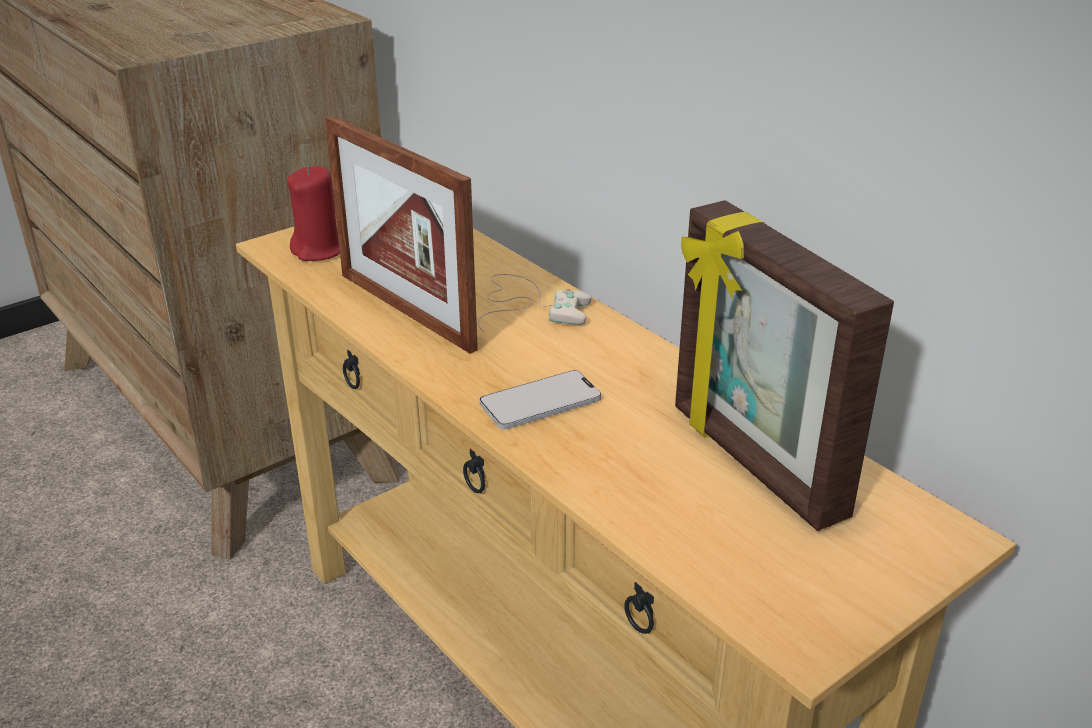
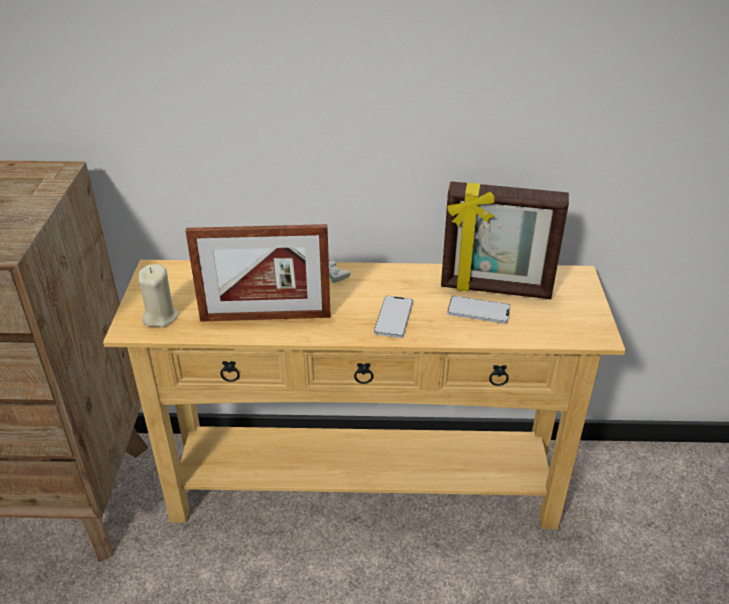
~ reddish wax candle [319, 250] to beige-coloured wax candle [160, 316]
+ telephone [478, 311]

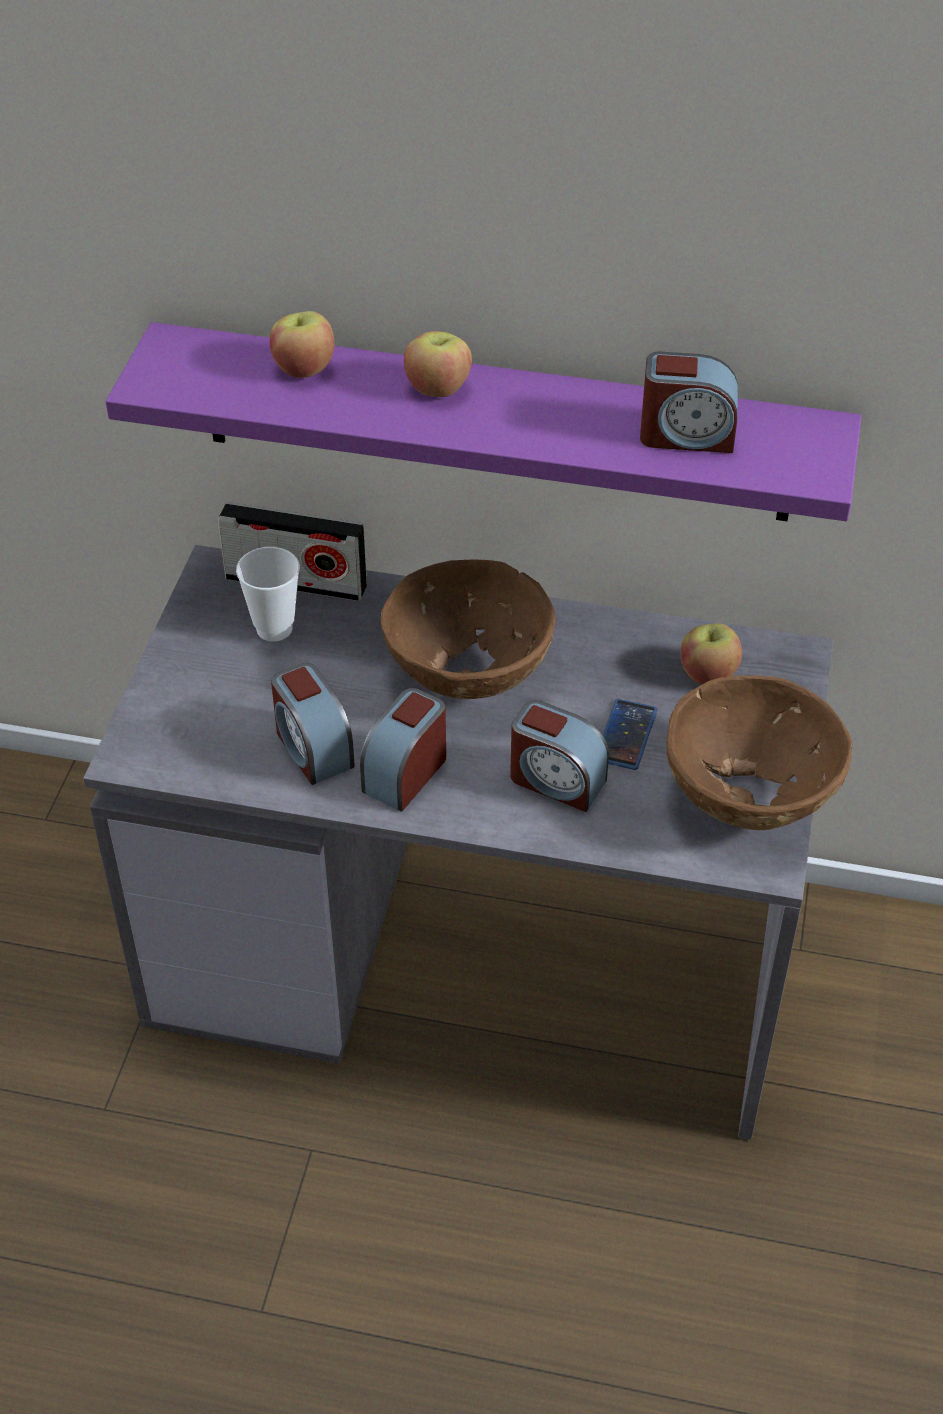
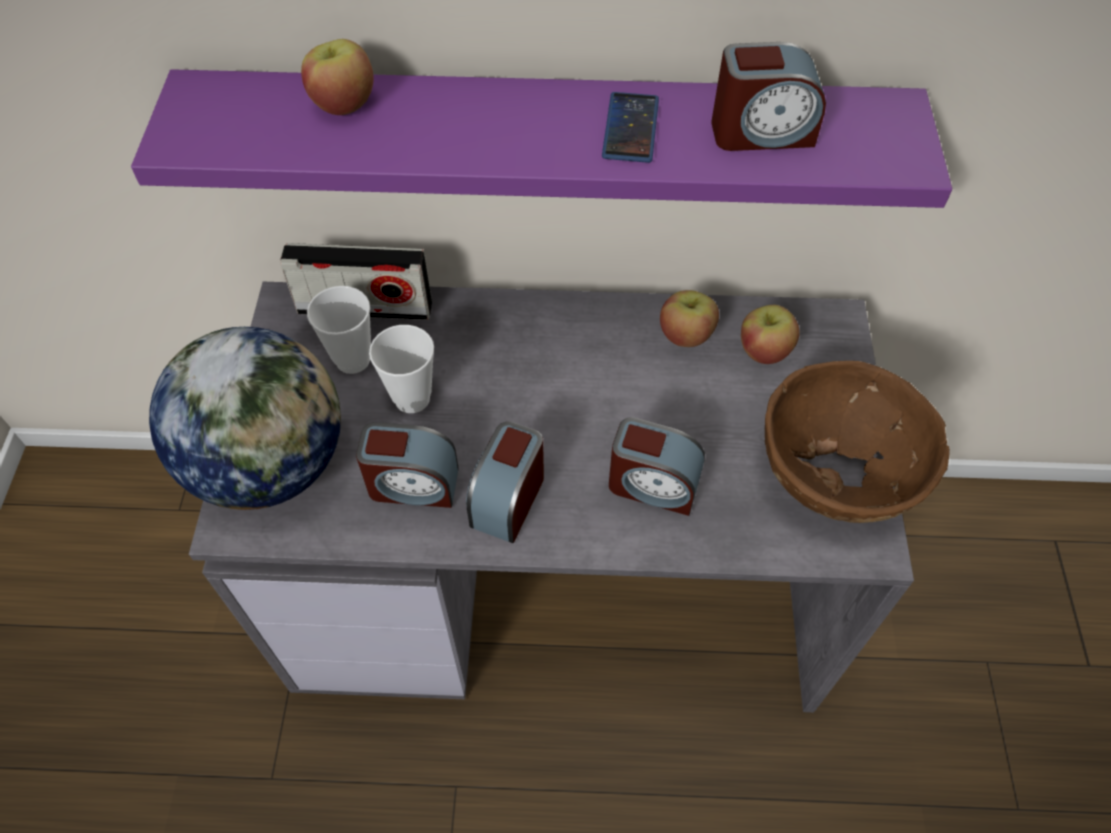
+ world globe [270, 464]
~ alarm clock [312, 747] = [412, 484] 45 degrees counterclockwise
+ cup [412, 398]
~ telephone [626, 735] to [630, 128]
~ whole apple [438, 388] to [686, 334]
- brownish deep dish [468, 674]

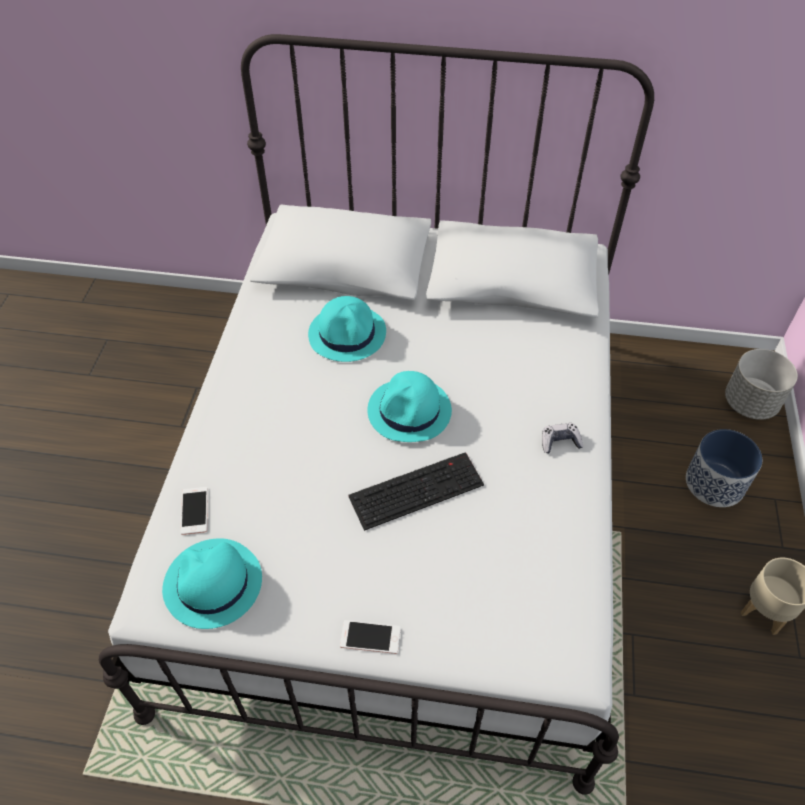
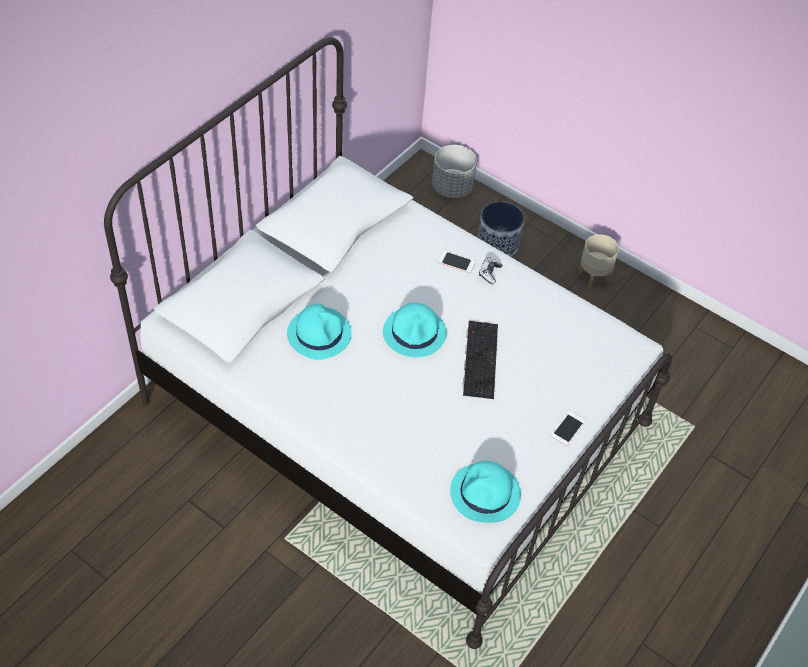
~ telephone [194, 511] to [457, 262]

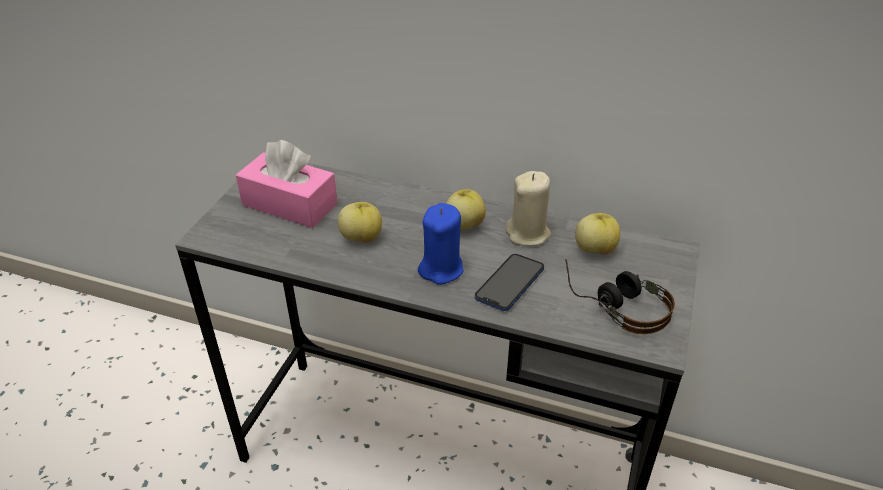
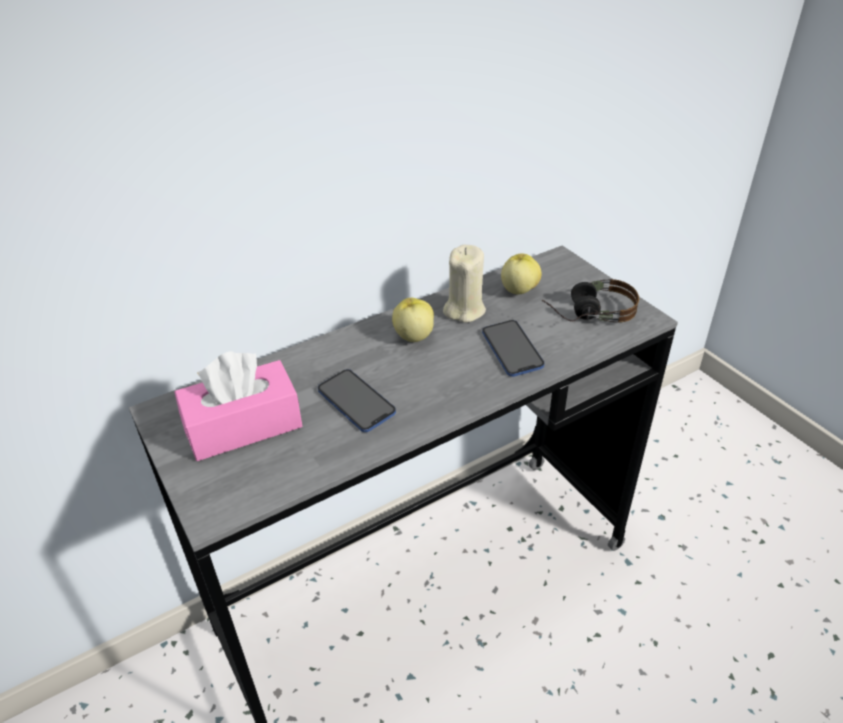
~ whole apple [361, 237] to telephone [356, 402]
- bluish wax candle [441, 269]

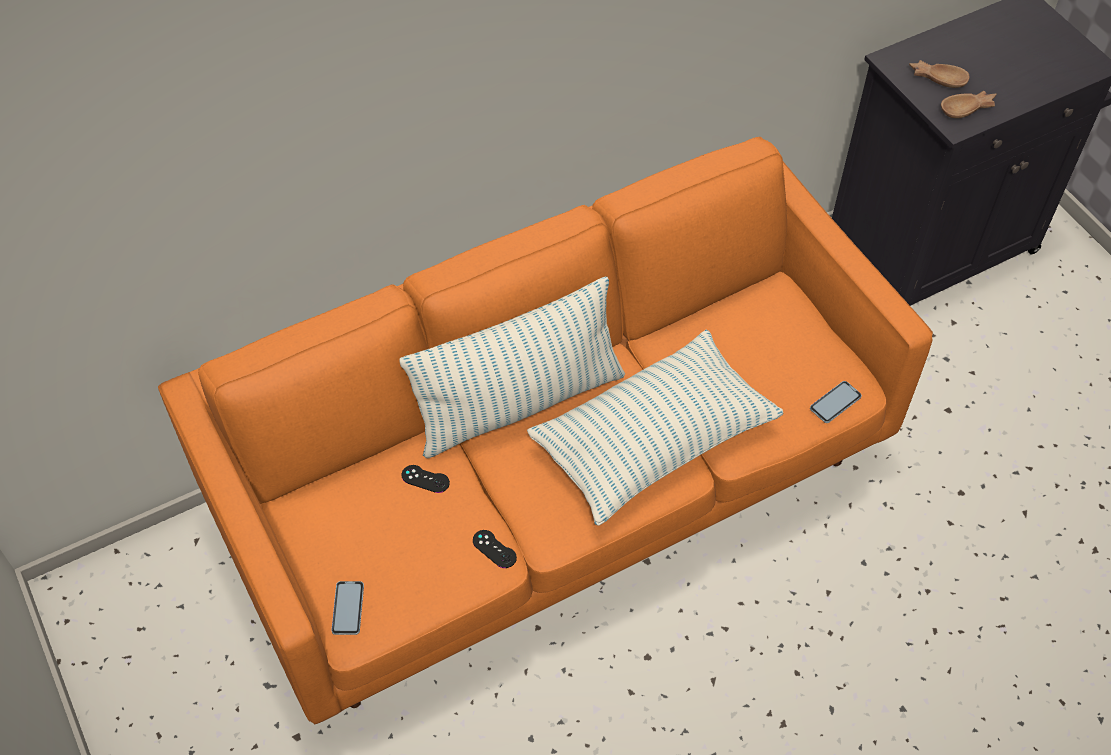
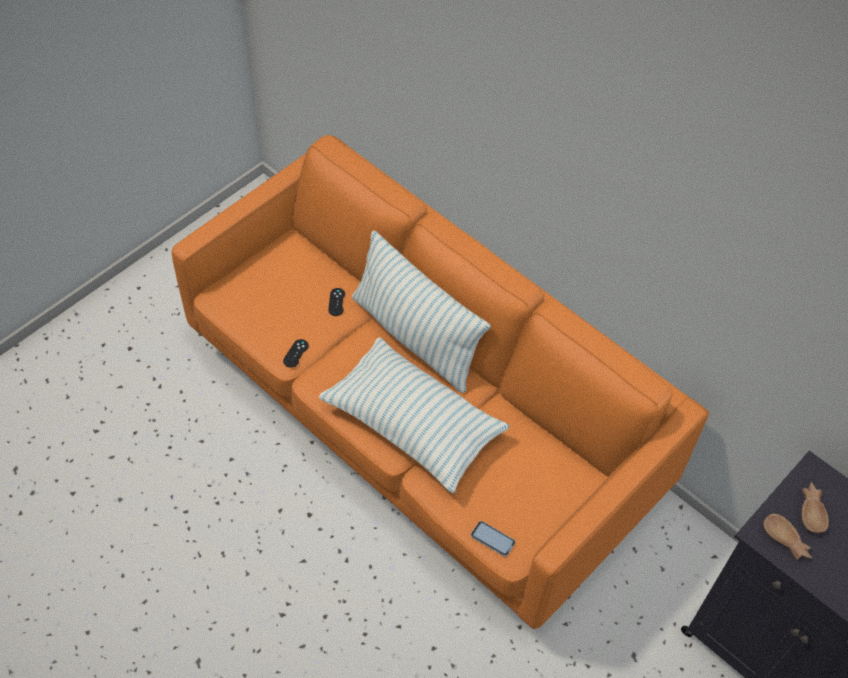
- telephone [348, 608]

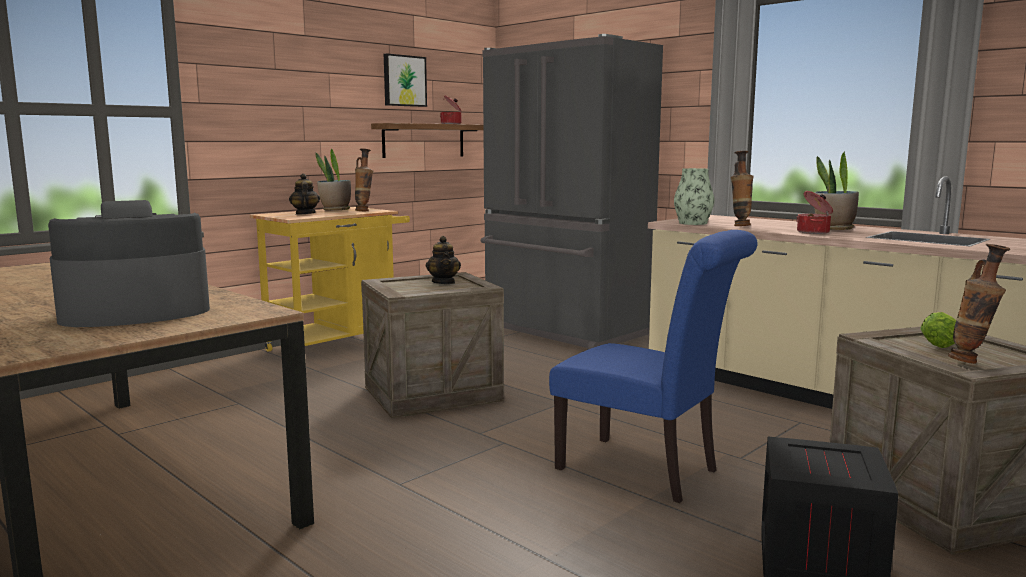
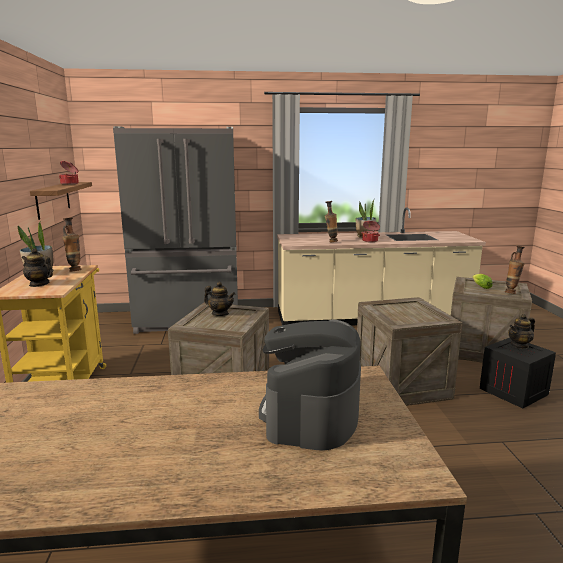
~ bluish plain chair [646, 471] to packing crate [402, 384]
+ teapot [519, 345]
- wall art [404, 81]
- decorative vase [692, 223]

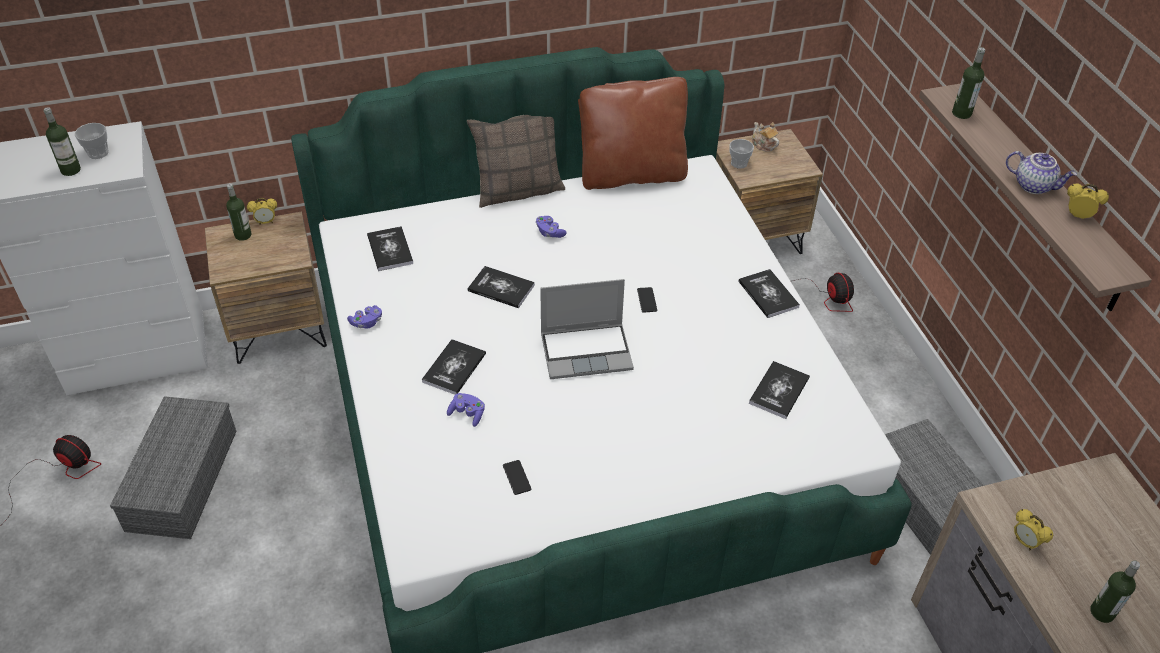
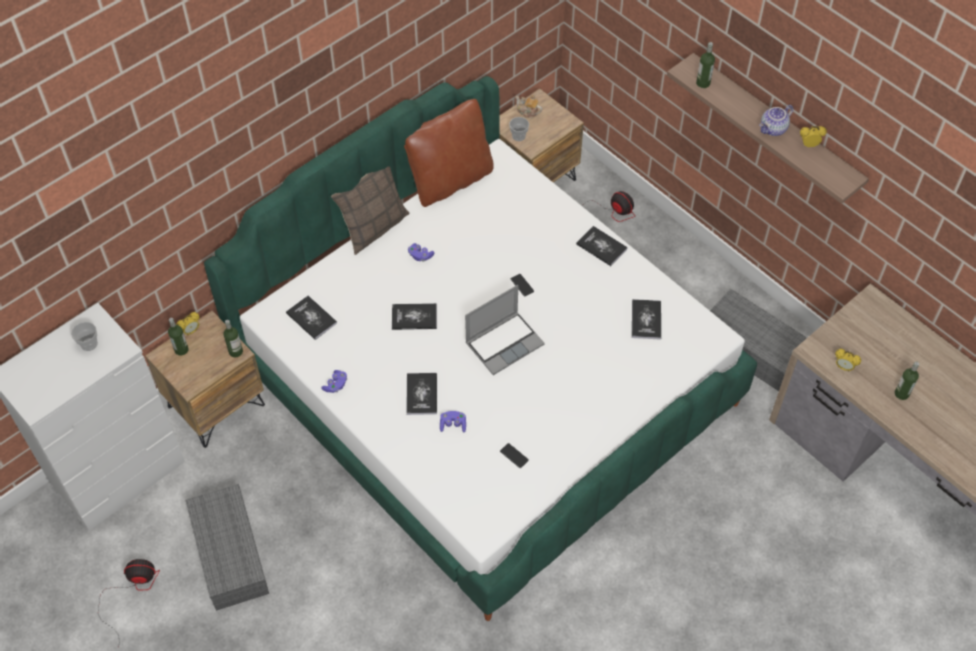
~ drink bottle [70, 170] to [235, 351]
~ teapot [1034, 185] = [773, 129] 135 degrees clockwise

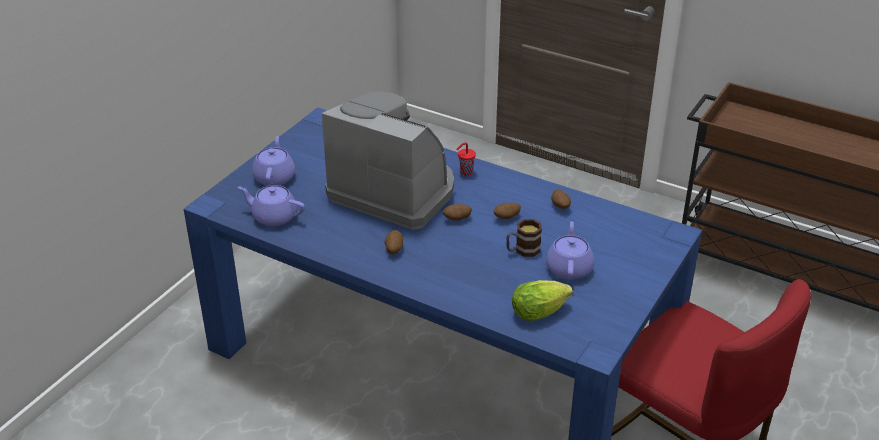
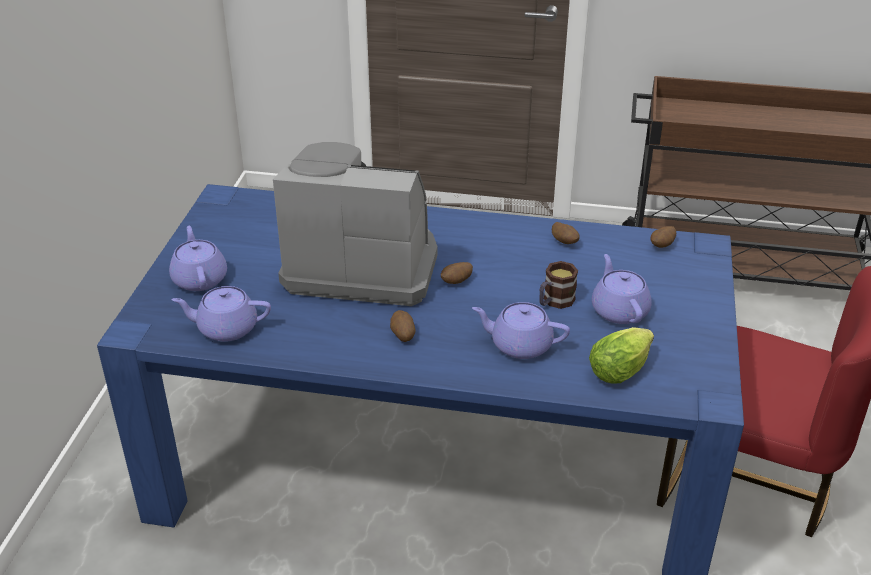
+ purple-coloured teapot [520, 345]
~ potato [507, 218] to [662, 246]
- reddish cup [465, 173]

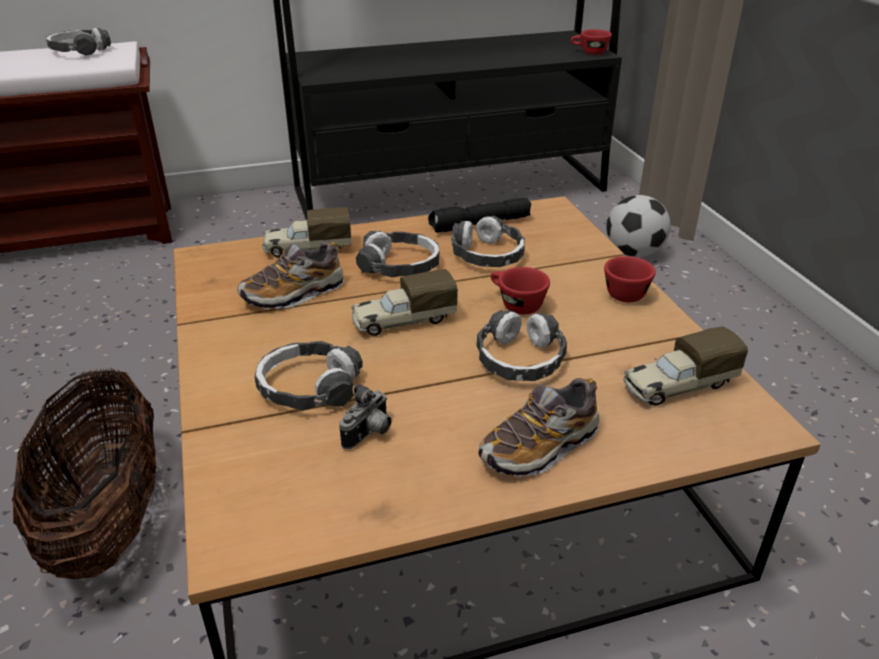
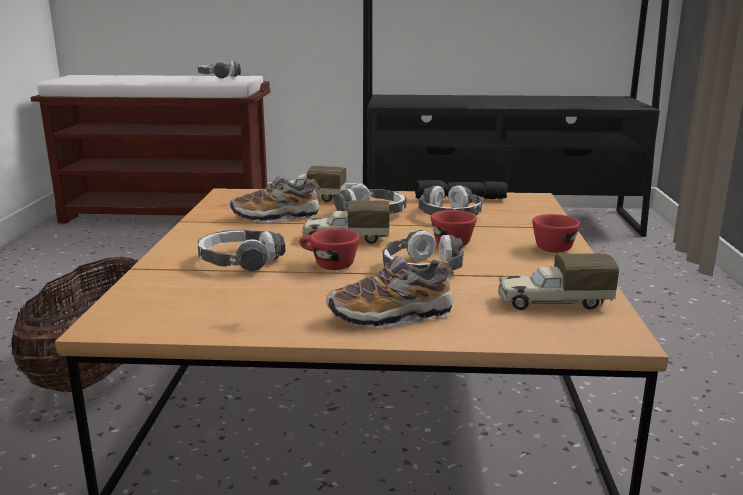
~ reddish cup [589, 53] to [328, 264]
- still camera [370, 434]
- football ball [633, 253]

